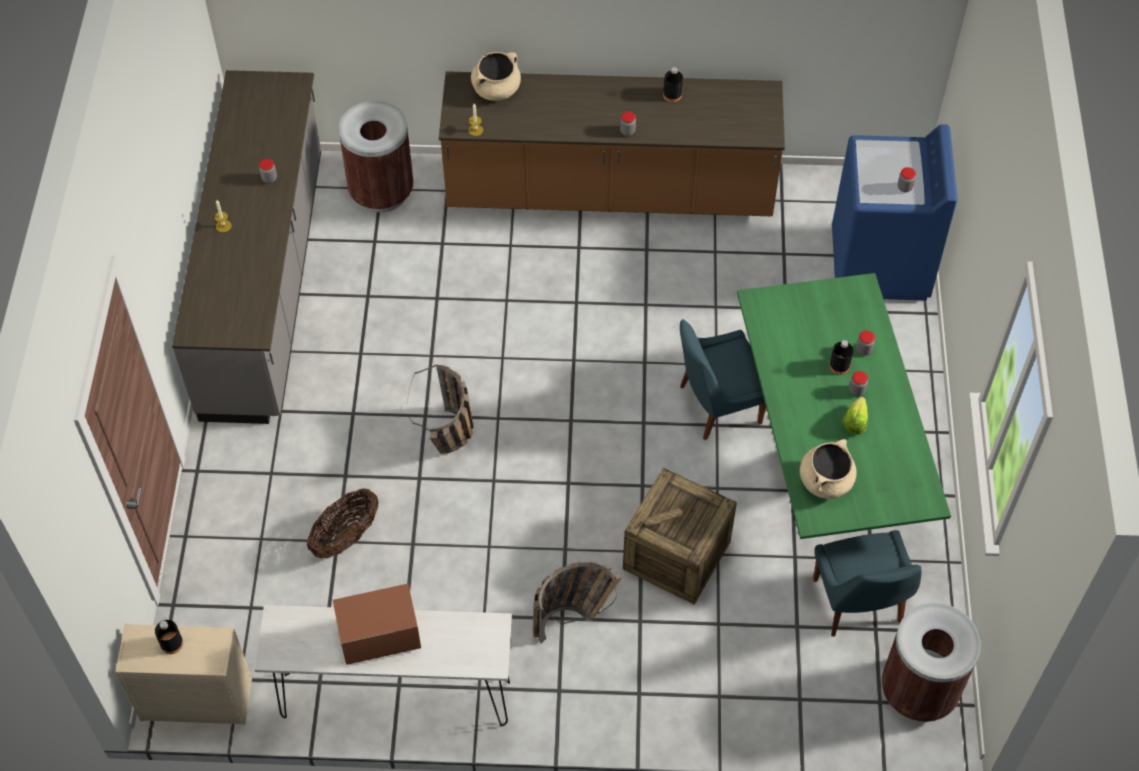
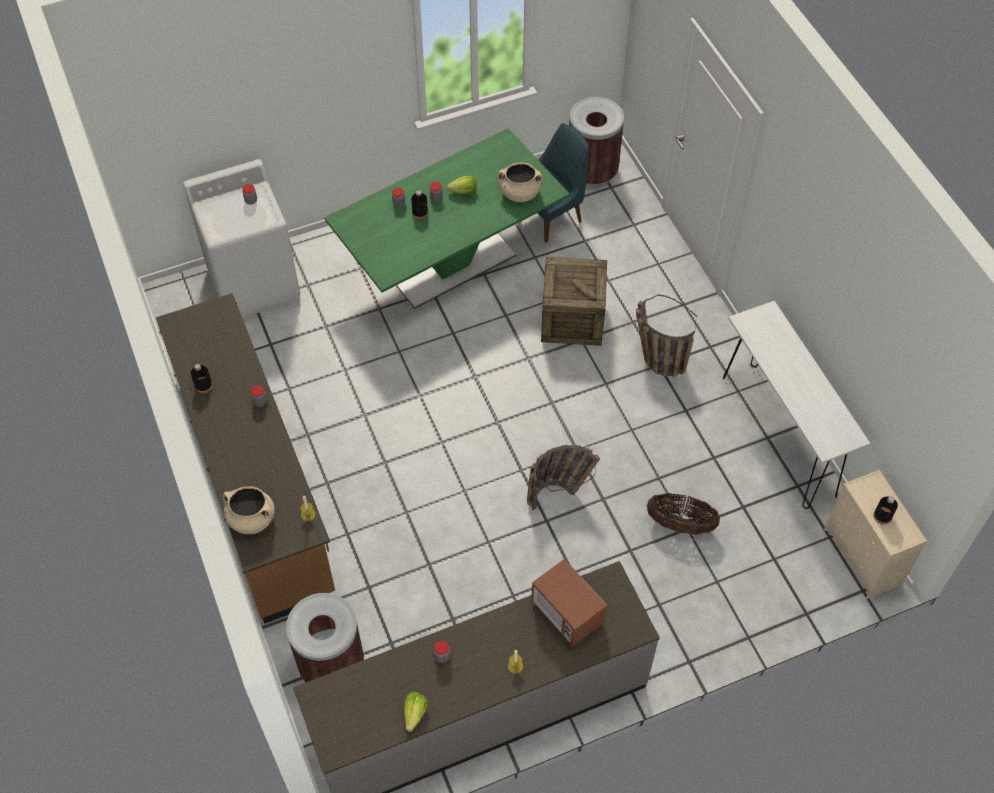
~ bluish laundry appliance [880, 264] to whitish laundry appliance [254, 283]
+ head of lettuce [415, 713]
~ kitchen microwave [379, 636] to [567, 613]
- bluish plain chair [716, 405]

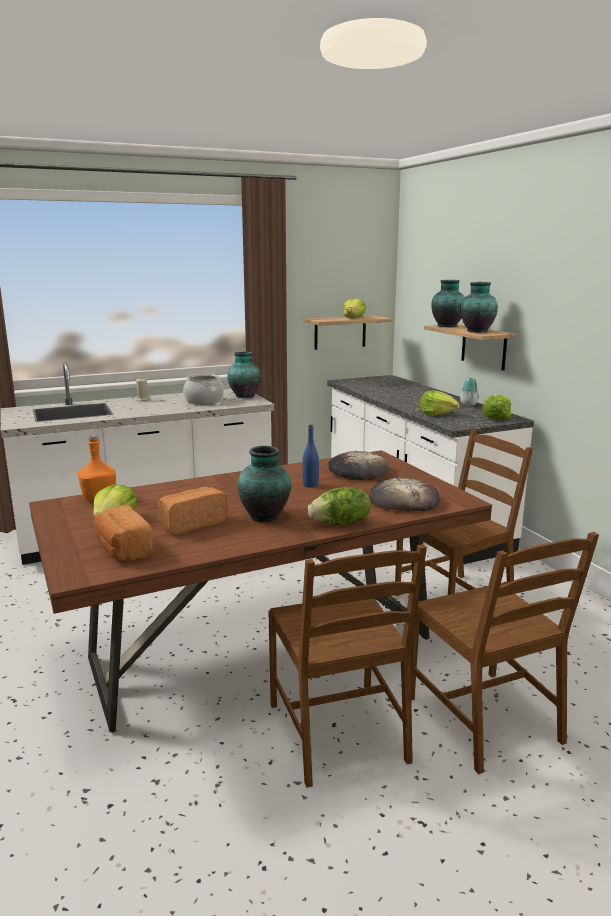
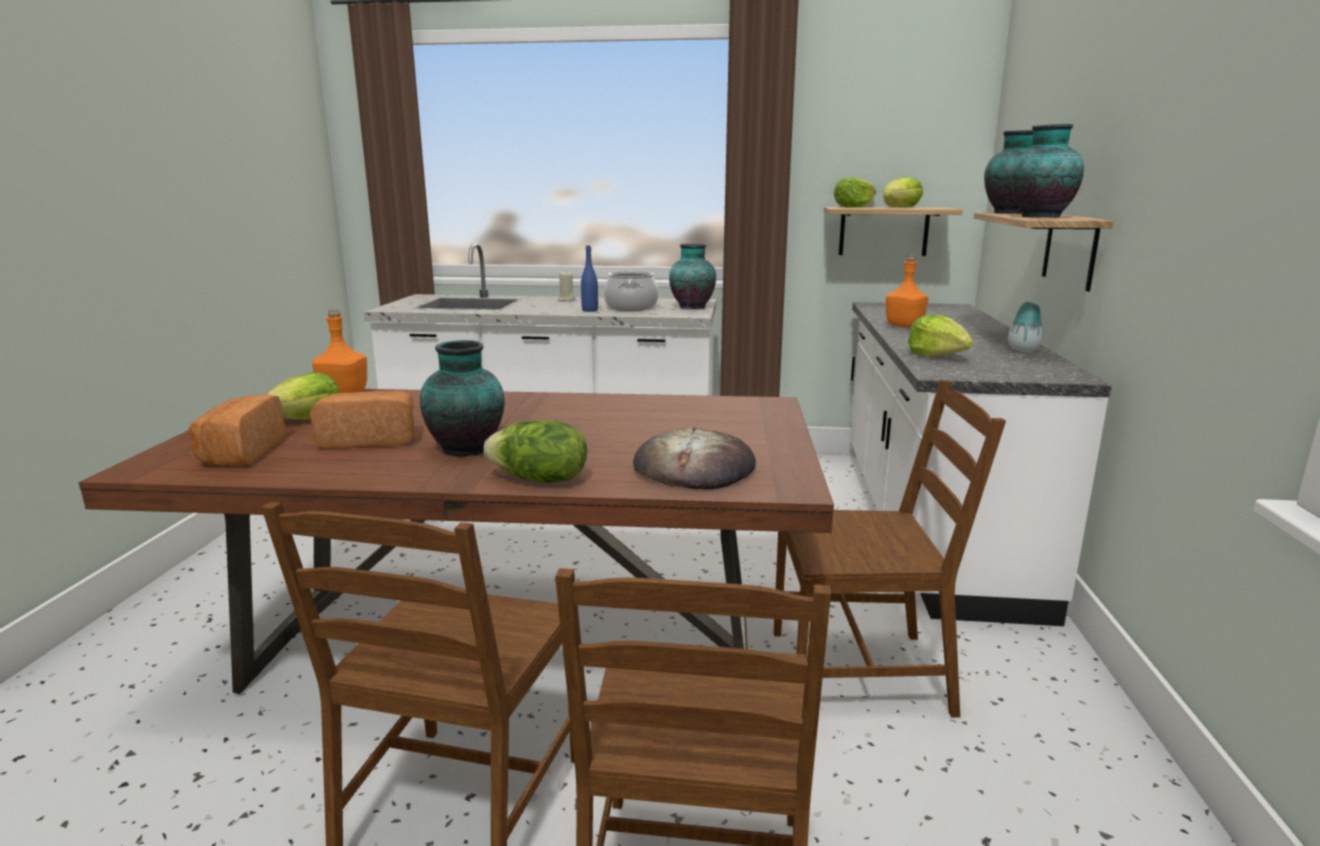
~ bluish drink bottle [310, 485] to [590, 310]
~ head of lettuce [496, 417] to [853, 207]
+ orange-coloured drink bottle [905, 326]
- baked bread [358, 471]

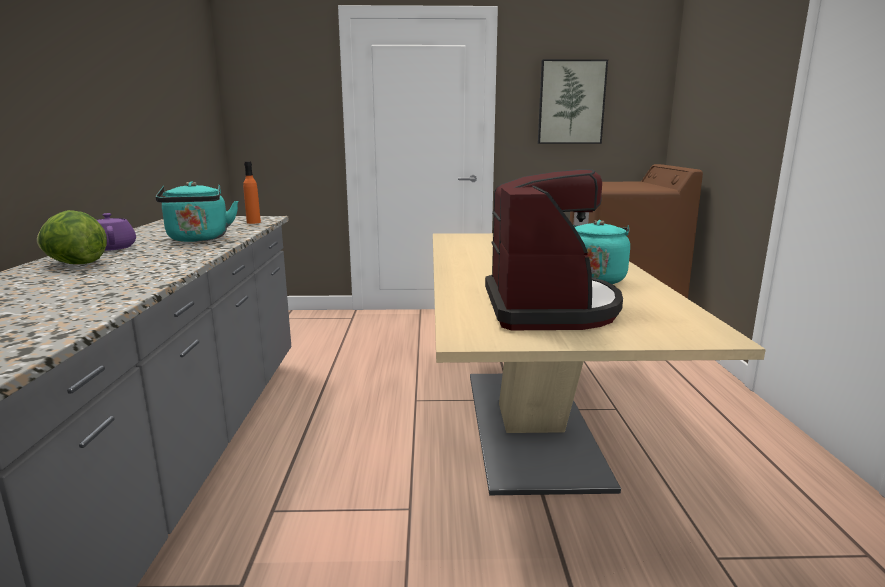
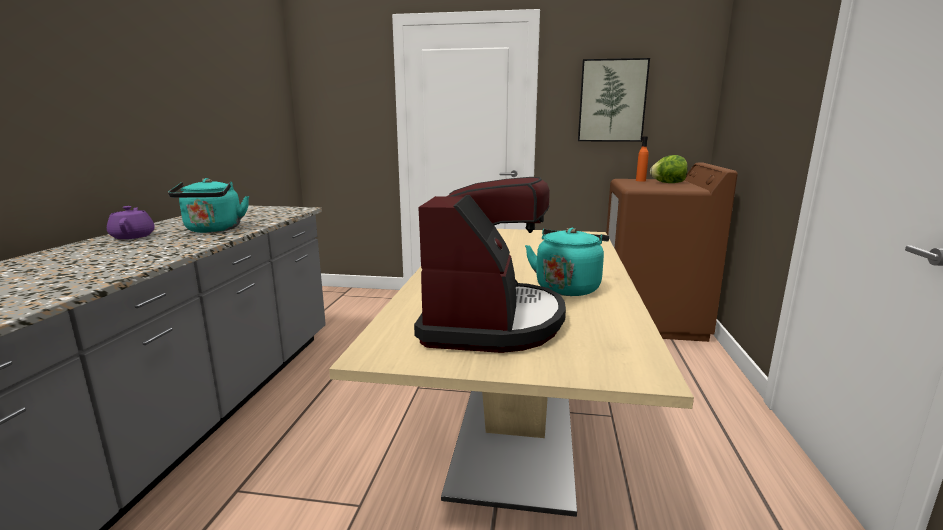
~ orange-coloured drink bottle [253, 222] to [640, 180]
~ head of lettuce [75, 264] to [668, 183]

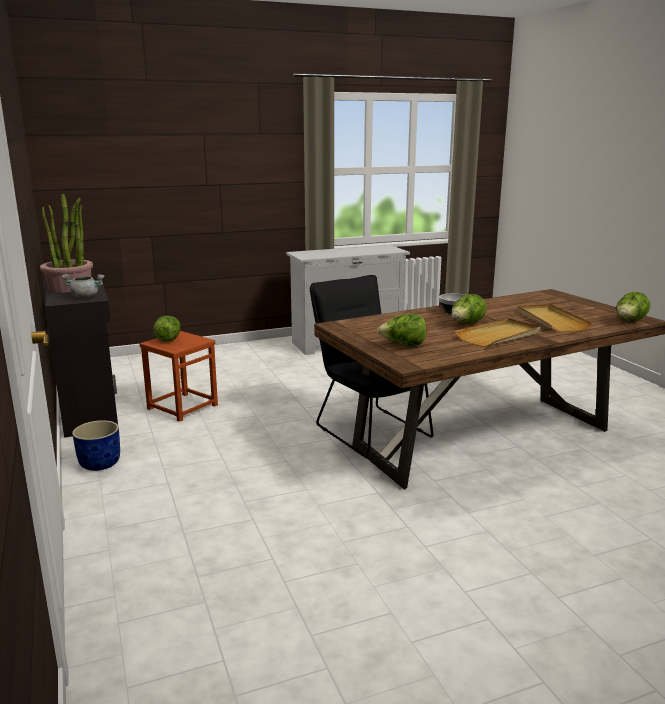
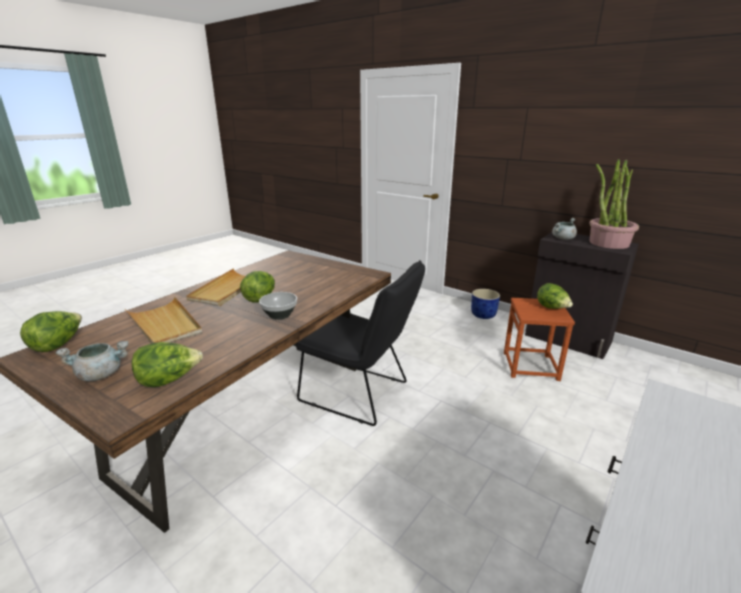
+ greyish stockpot [102, 374]
~ head of lettuce [403, 345] to [169, 380]

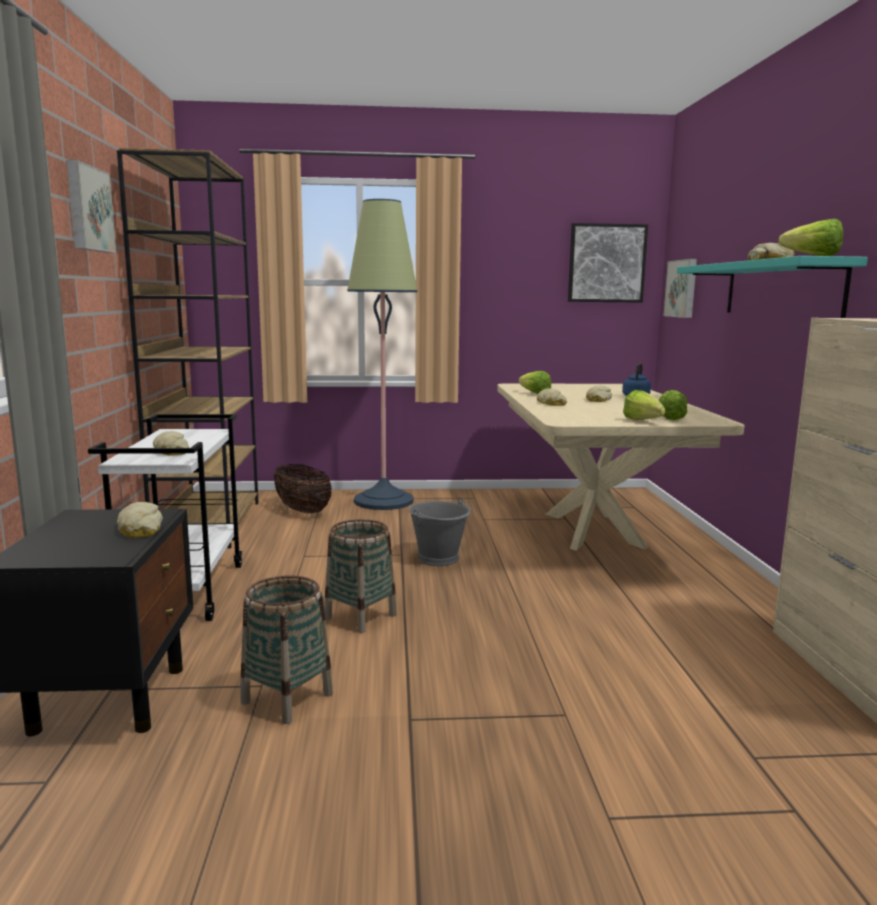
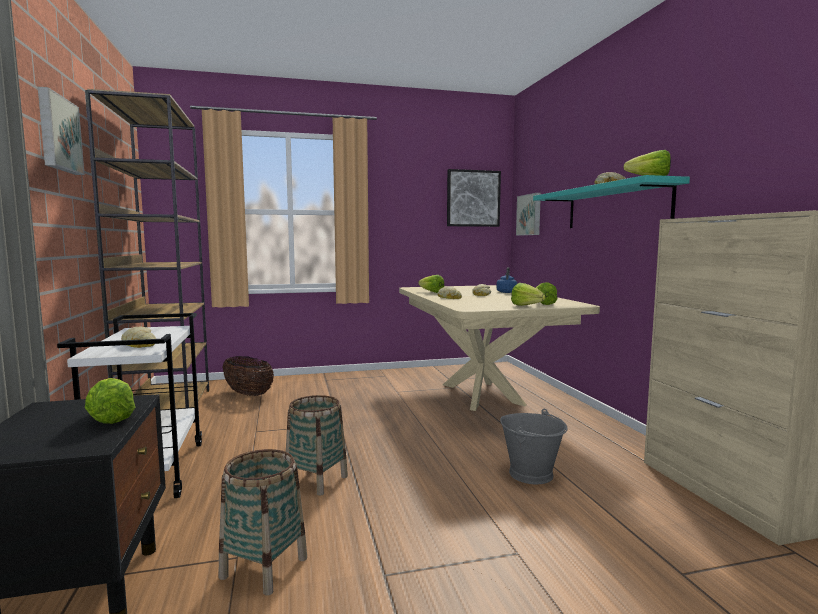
~ baked bread [139, 529] to head of lettuce [113, 415]
~ greyish pail [439, 558] to [531, 474]
- standard lamp [383, 501]

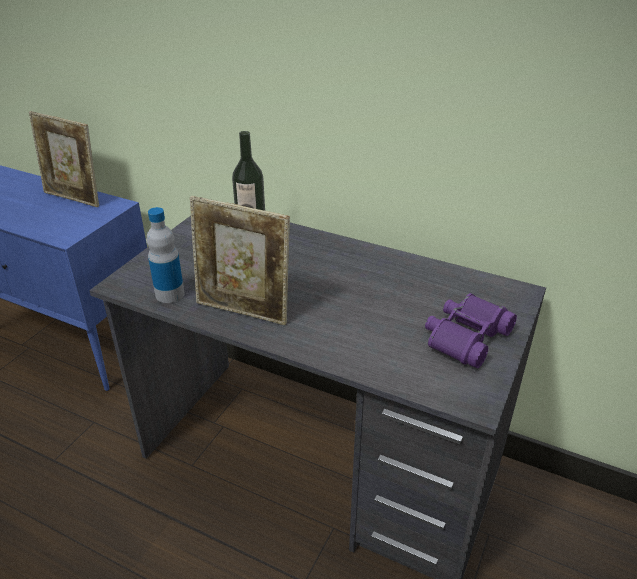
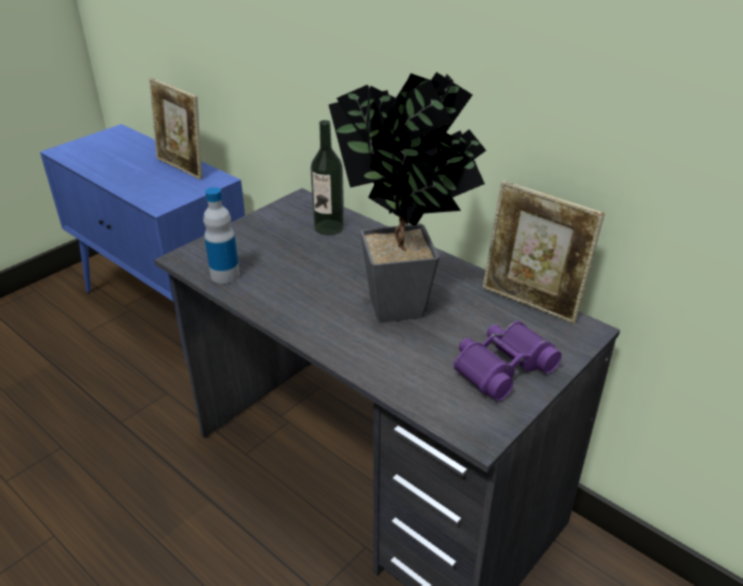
+ potted plant [407, 309]
~ picture frame [244, 311] to [530, 303]

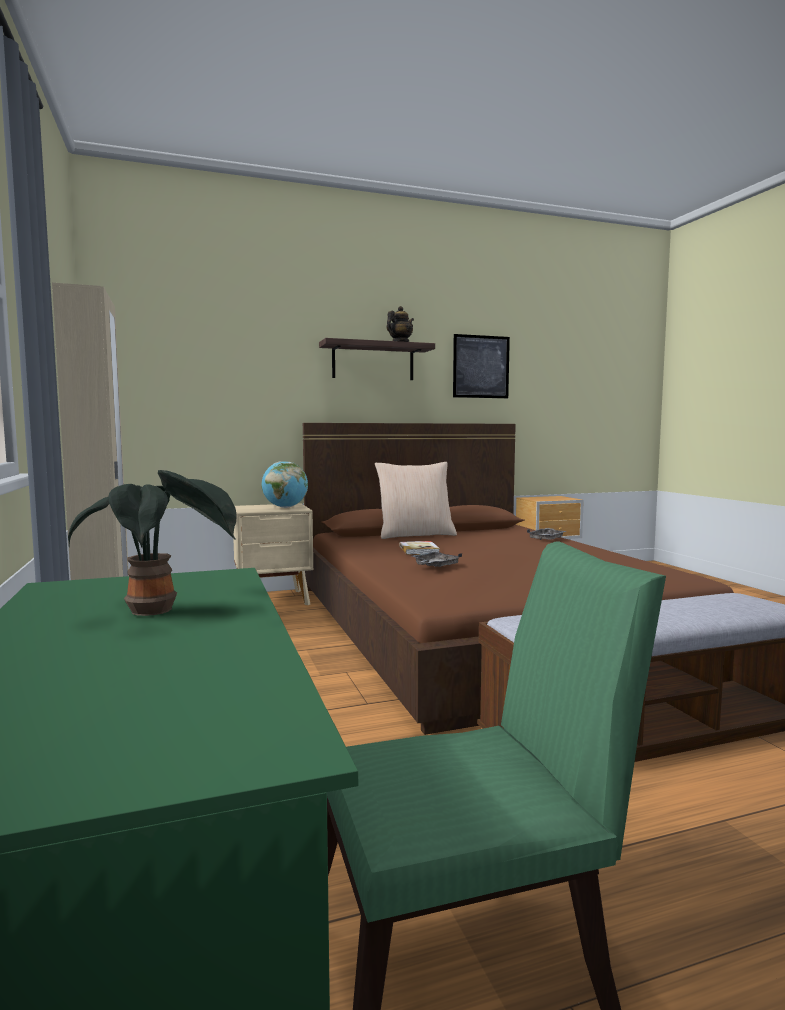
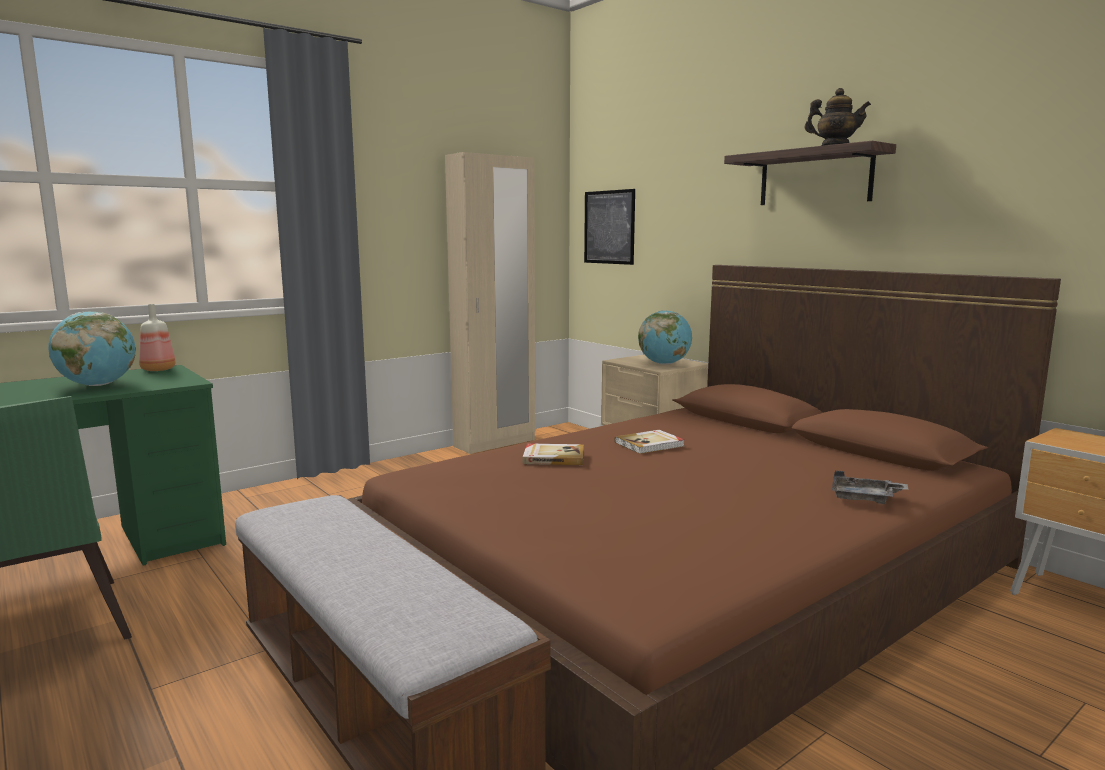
~ potted plant [158, 611] to world globe [97, 385]
+ drink bottle [157, 370]
~ greyish serving tray [435, 566] to volume [553, 457]
~ wall art [481, 366] to [609, 227]
- beige-coloured throw pillow [415, 535]

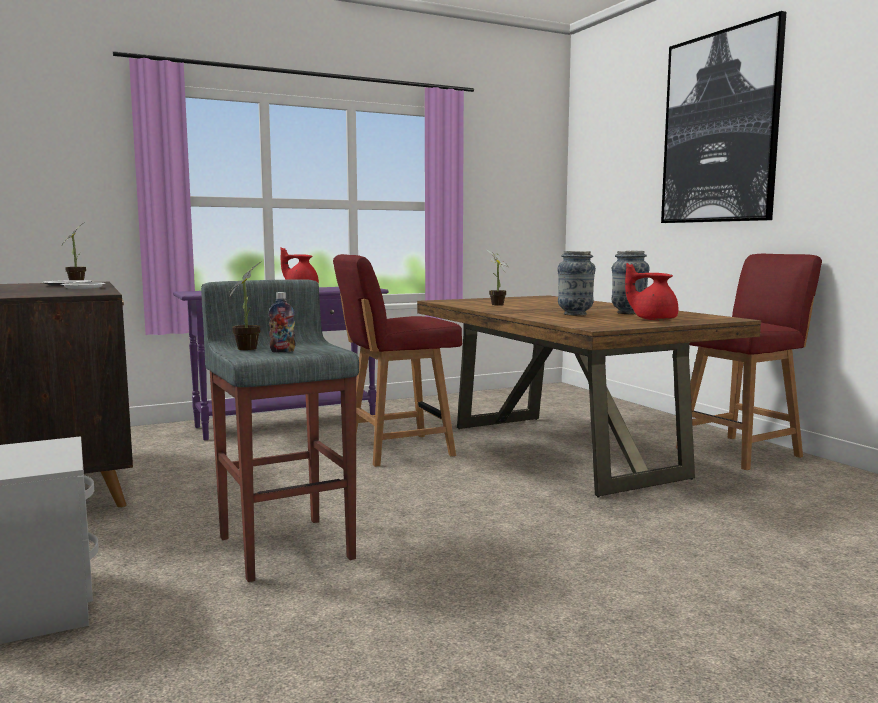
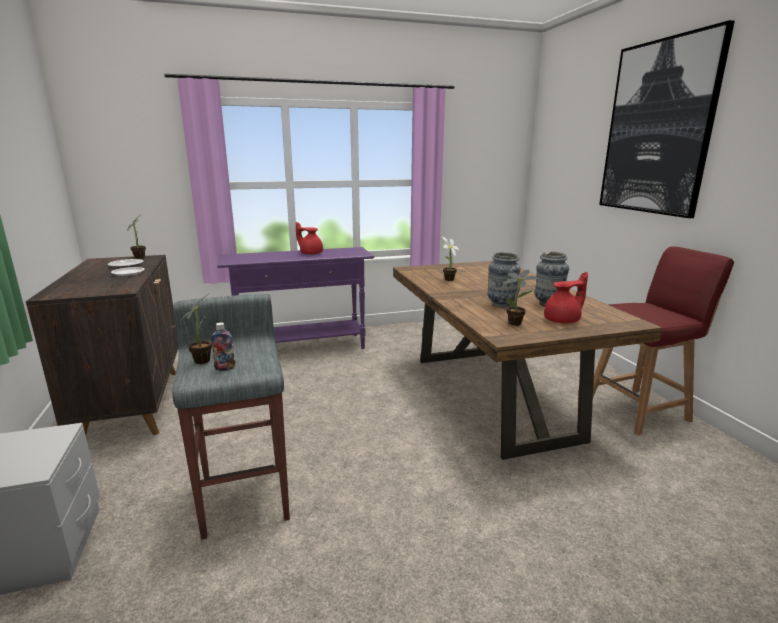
+ potted plant [517, 323]
~ reddish teapot [653, 319] = [563, 320] 120 degrees clockwise
- reddish plain chair [397, 450]

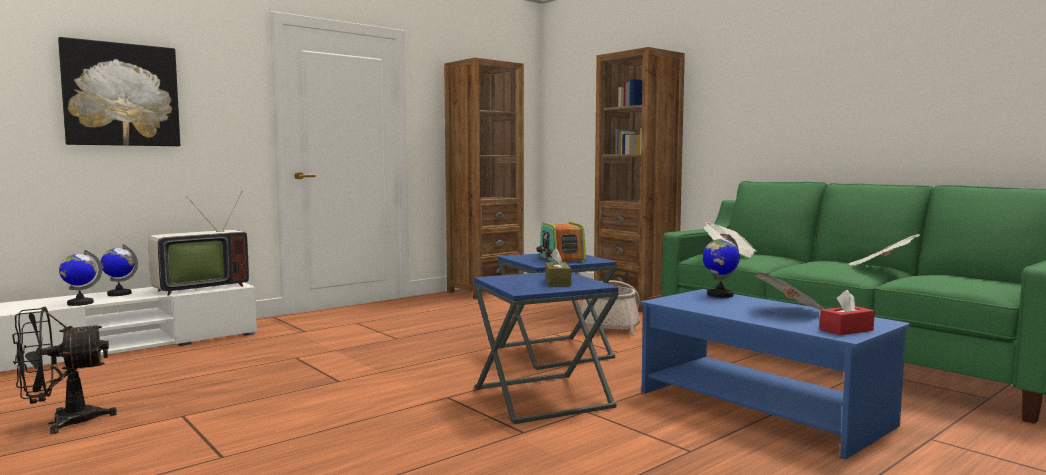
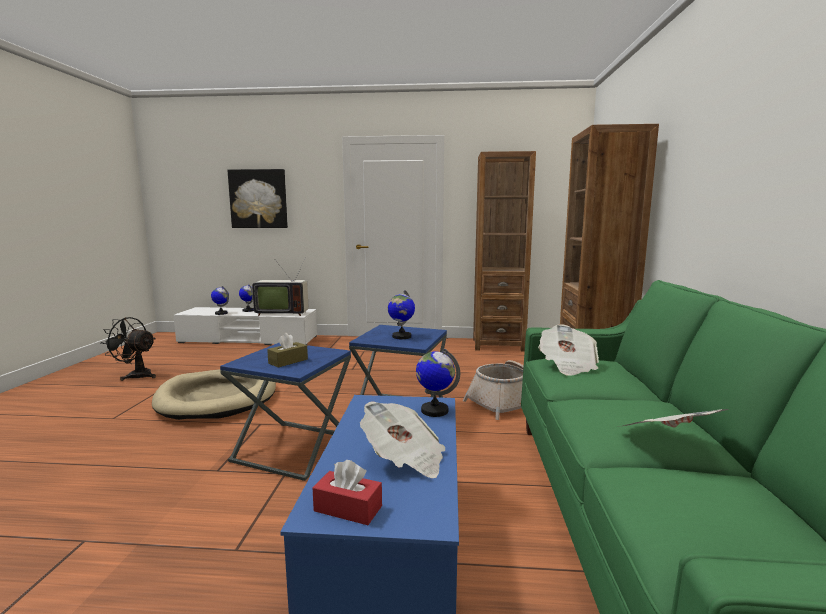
+ beige-coloured dog cushion [218, 398]
~ radio receiver [561, 258] to world globe [401, 336]

